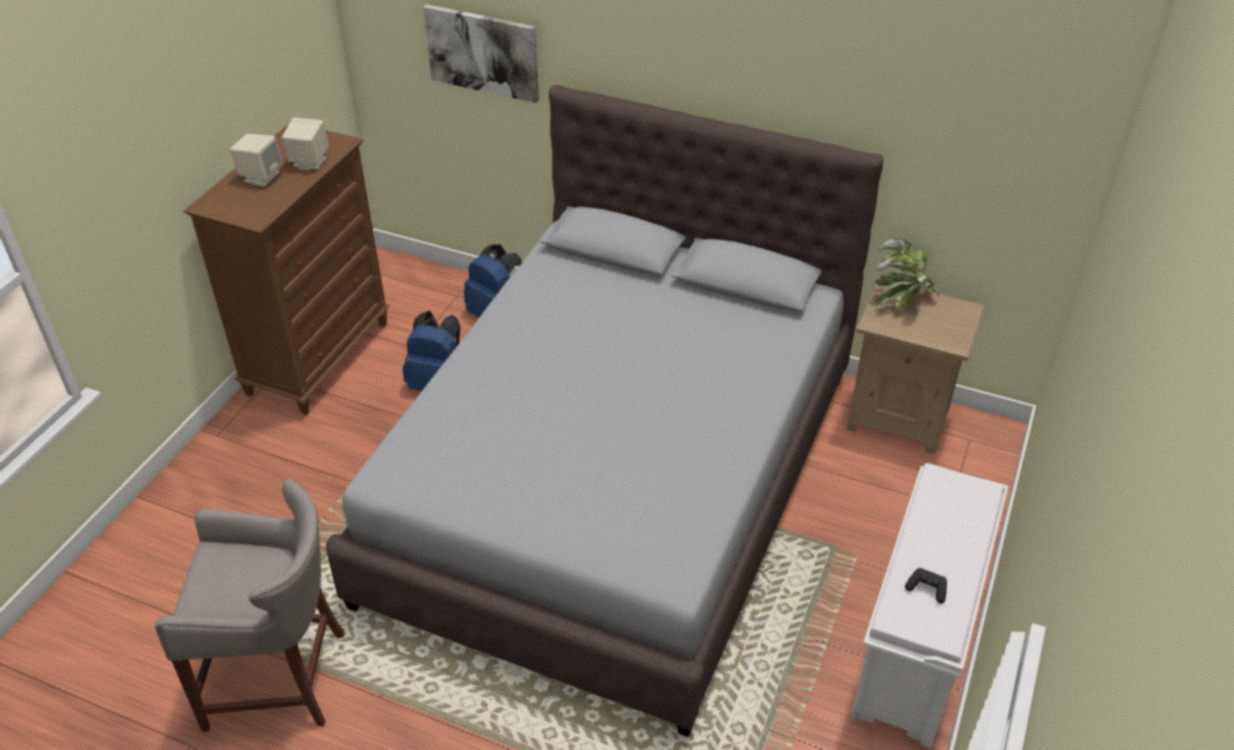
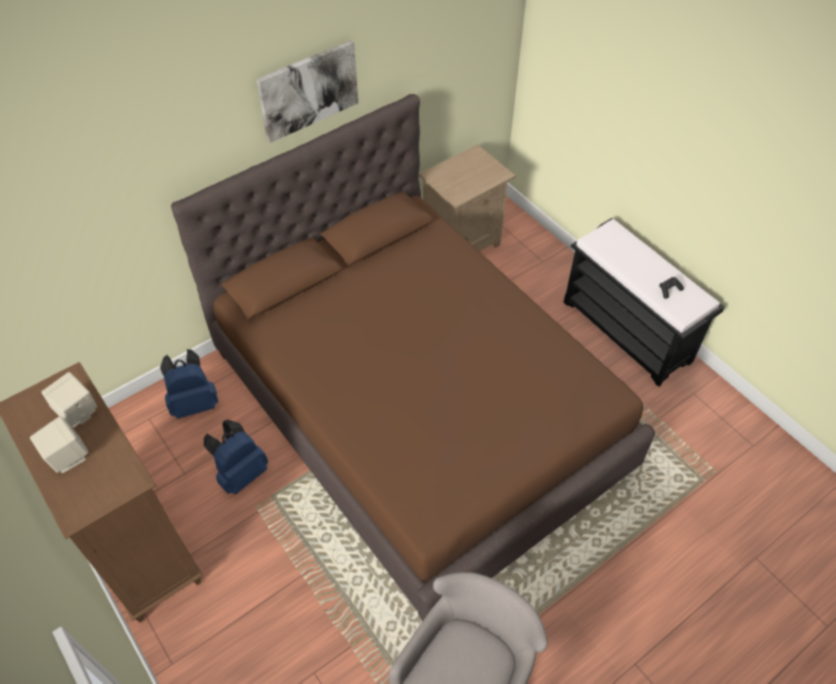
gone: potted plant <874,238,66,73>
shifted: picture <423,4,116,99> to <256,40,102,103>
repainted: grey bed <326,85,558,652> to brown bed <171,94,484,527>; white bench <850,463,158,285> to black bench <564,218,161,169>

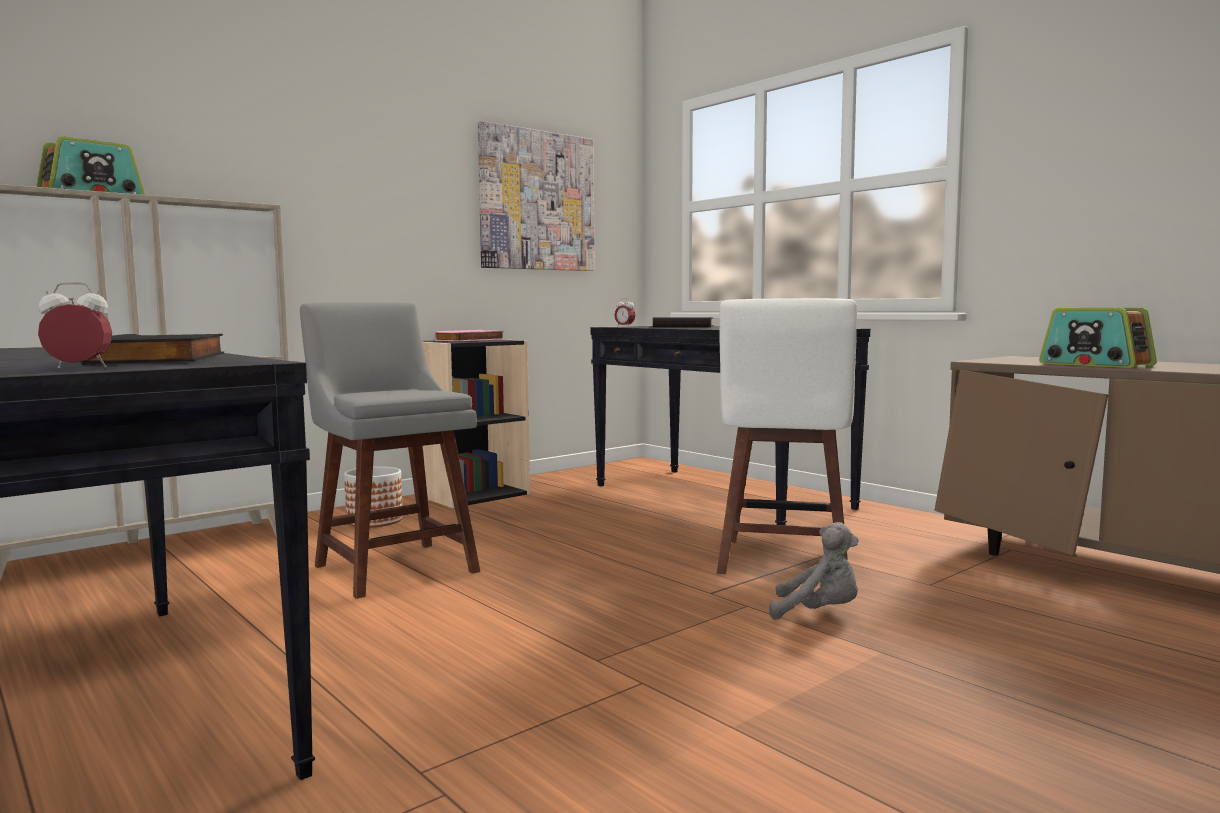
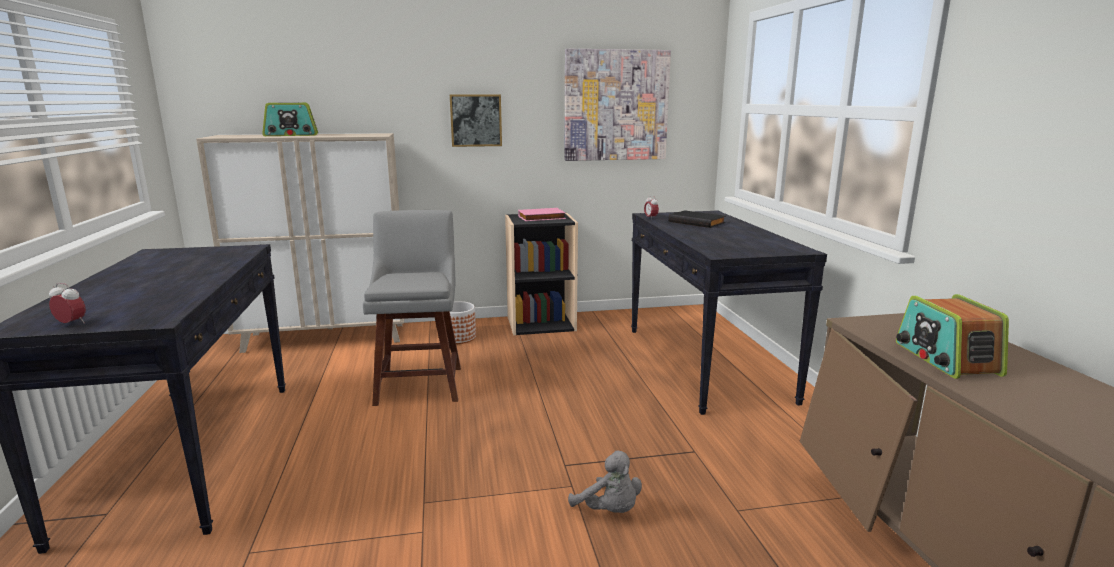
gone: white stool <717,298,140,276>; black book <81,334,143,31>
new: picture <450,94,52,53>

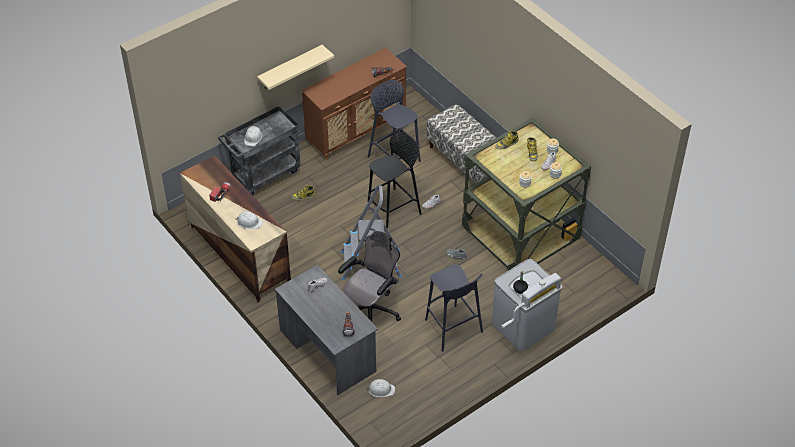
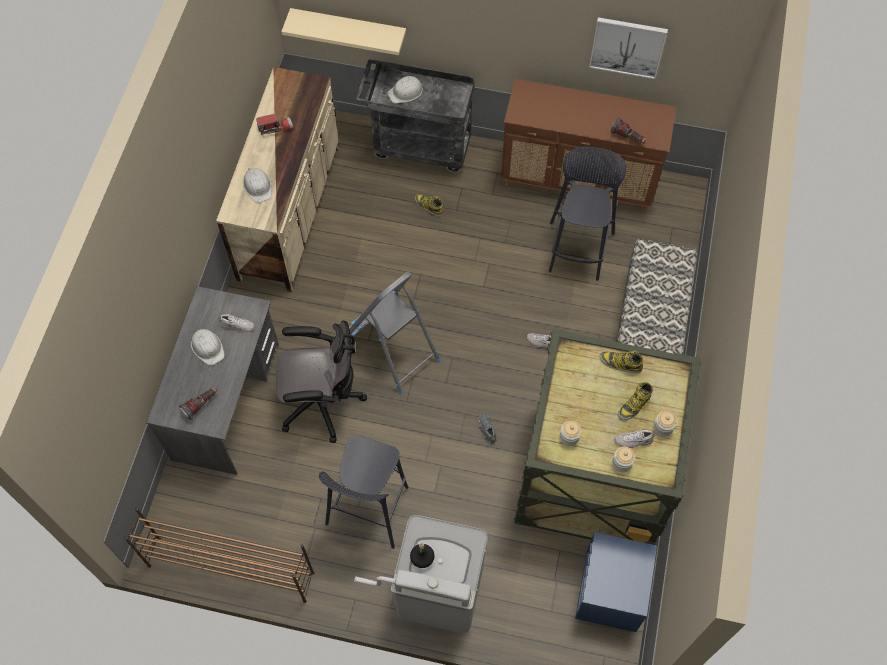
gone: black stool <367,132,55,97>
new: picture <589,17,79,62>; brown shoe rack <124,508,190,95>; blue nightstand <575,532,82,100>
shifted: beige shelf <257,45,77,45> to <281,8,125,47>; white hard hat <367,379,28,18> to <191,329,34,36>

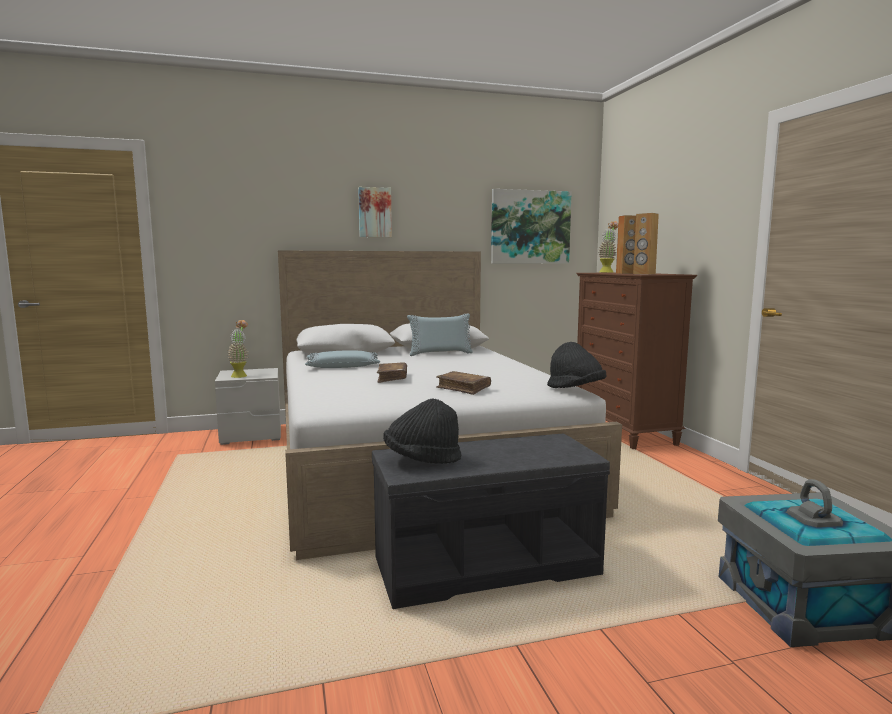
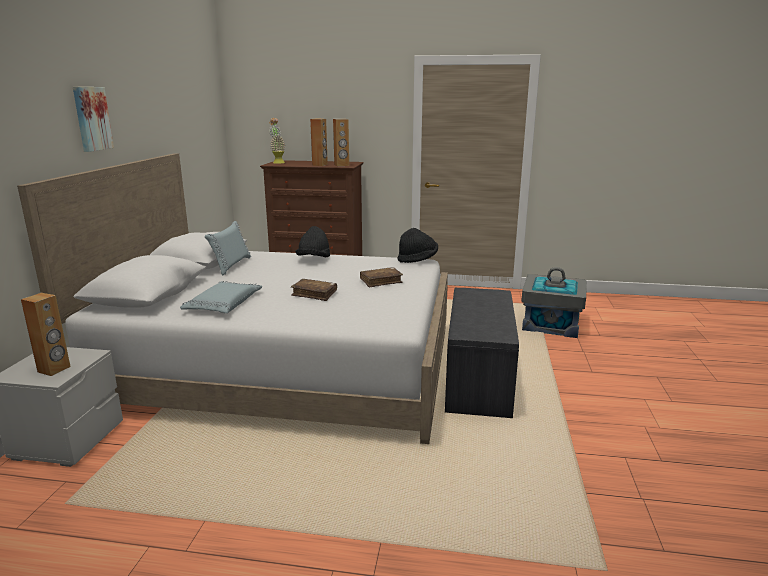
gone: picture <491,189,81,75>
shifted: black hat <383,399,78,65> to <296,226,34,31>
swapped: potted plant <228,320,21,58> to brown speaker <21,293,50,83>

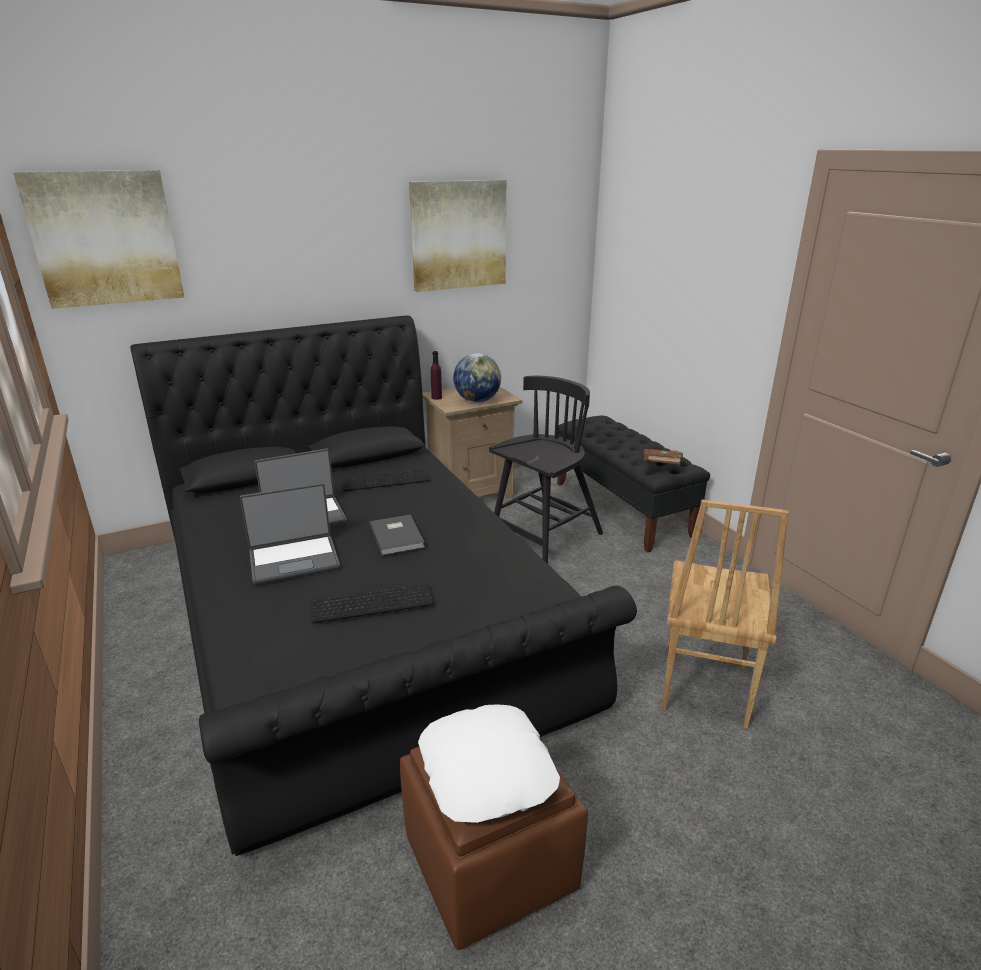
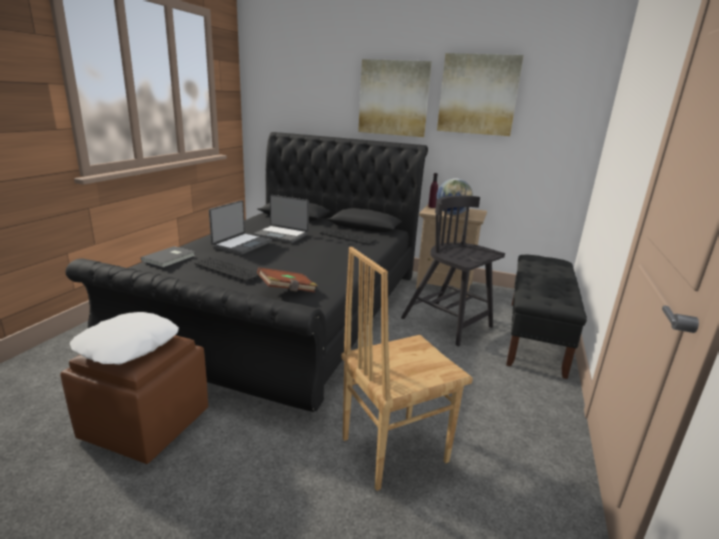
shifted: picture <13,170,172,139> to <358,59,74,78>; brown book <643,449,40,16> to <257,267,61,26>; grey book <369,515,56,40> to <141,246,54,22>
rotated: black chair <489,376,114,188> = <401,195,104,151> 135 degrees counterclockwise; laptop <240,483,100,102> = <209,200,63,55> 90 degrees counterclockwise

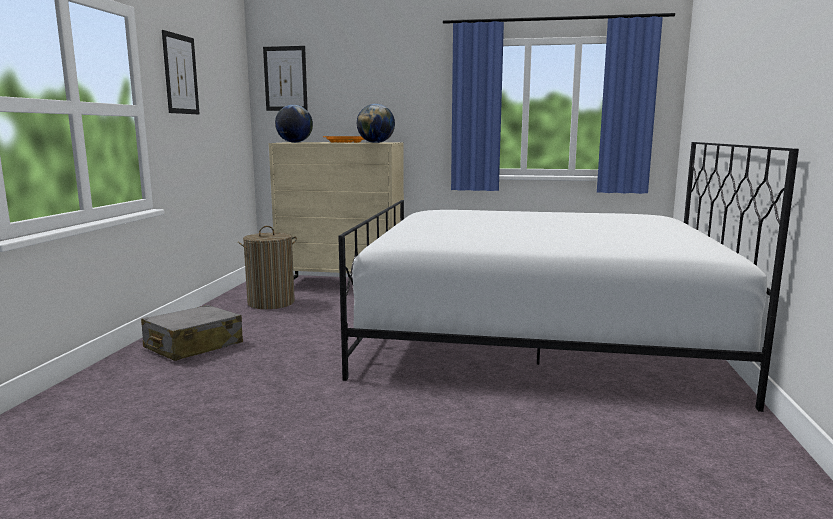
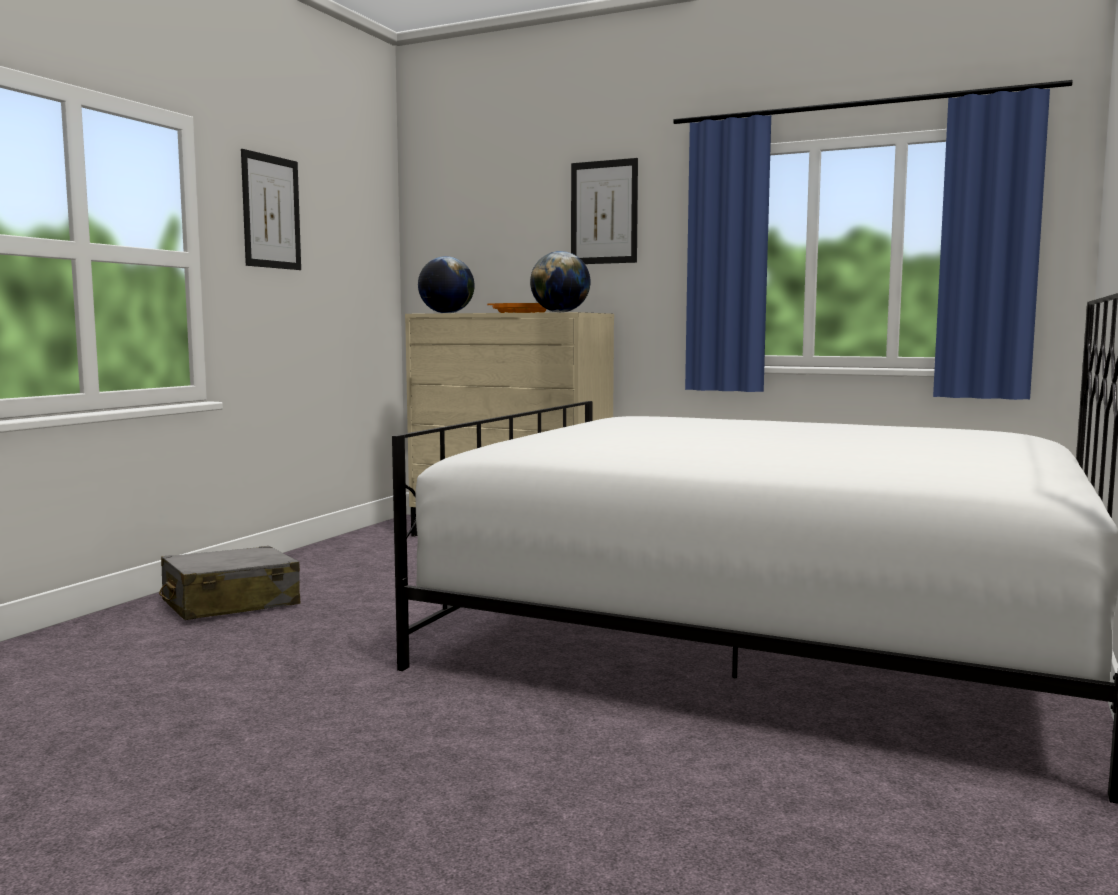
gone: laundry basket <238,226,59,83>
shifted: picture <263,46,45,65> to <571,158,67,106>

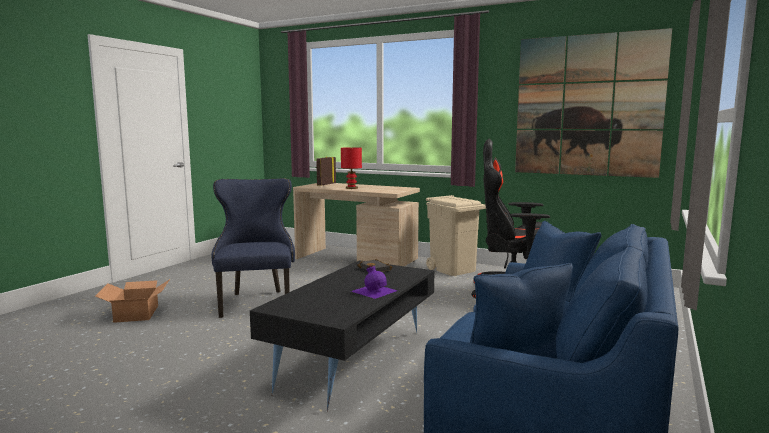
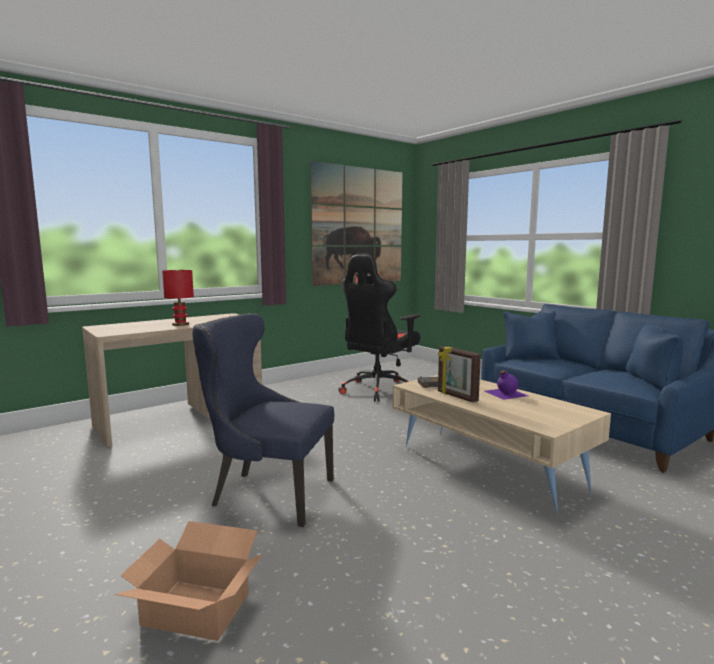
gone: beige trash can <426,195,60,81>
shifted: picture frame <316,157,20,29> to <438,346,43,56>
repainted: black coffee table <250,260,184,152> to beige coffee table <393,375,218,141>

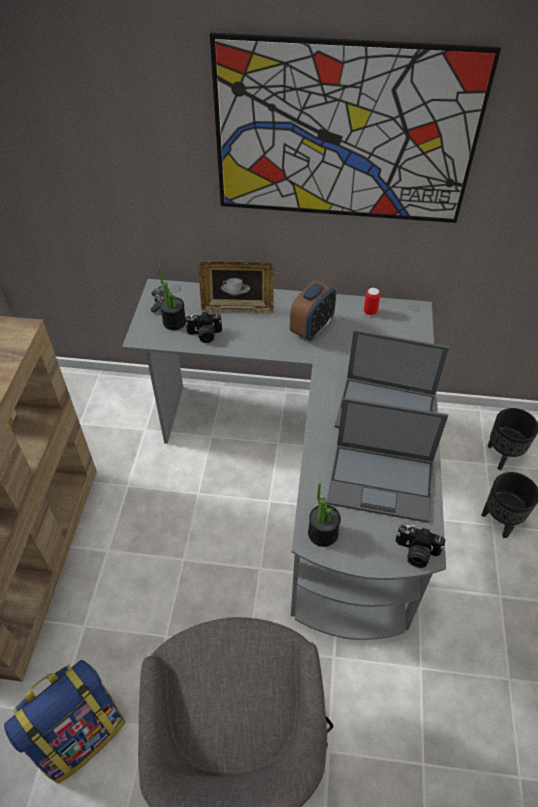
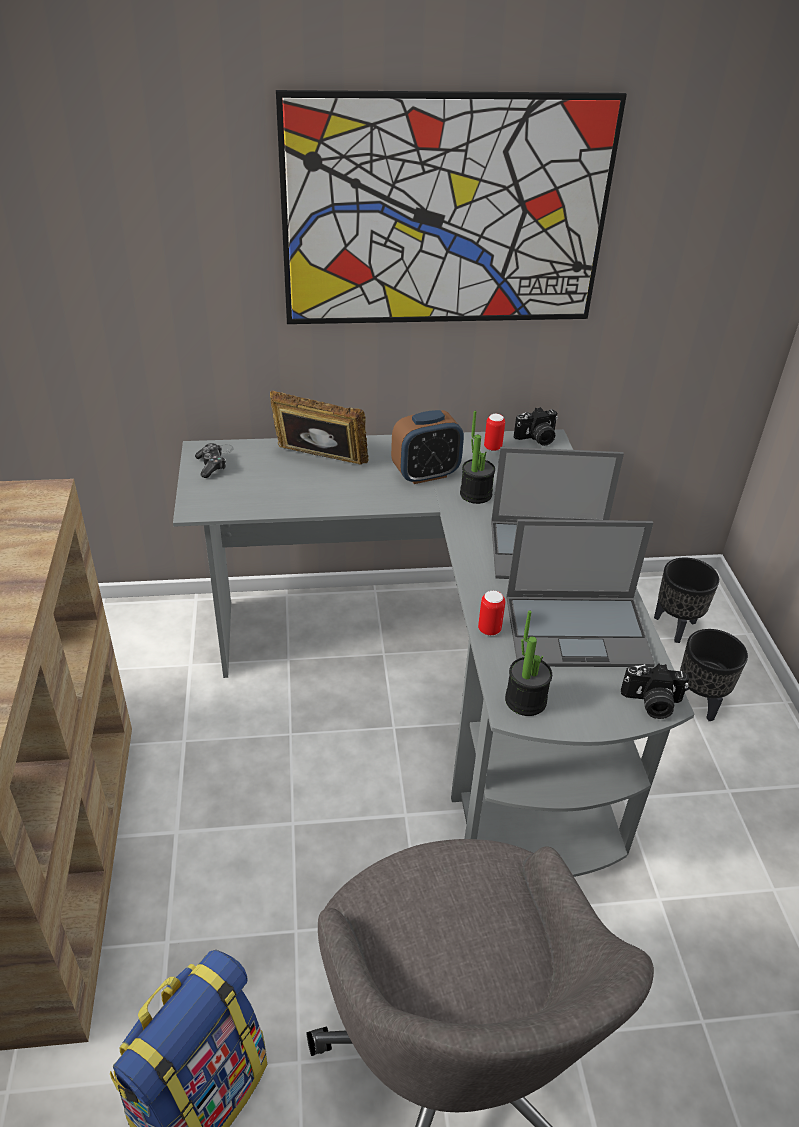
new: can <478,590,27,46>
shifted: potted plant <158,266,28,64> to <460,411,35,93>; photo camera <185,311,37,32> to <514,407,44,39>
rotated: picture frame <198,262,76,52> = <270,390,98,75> 150 degrees counterclockwise; alarm clock <290,281,46,60> = <391,410,73,74> 45 degrees clockwise

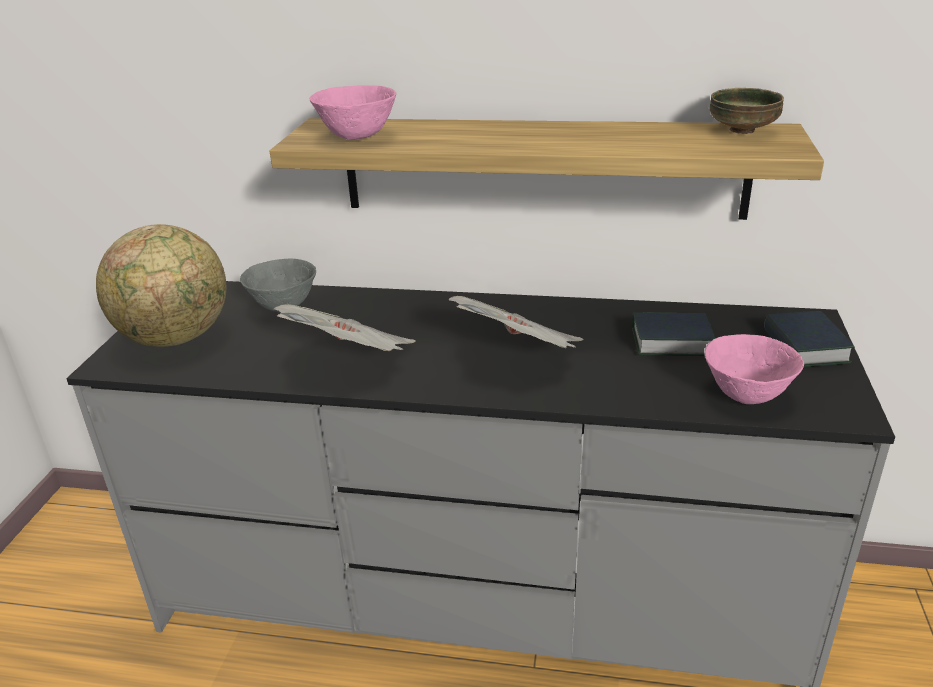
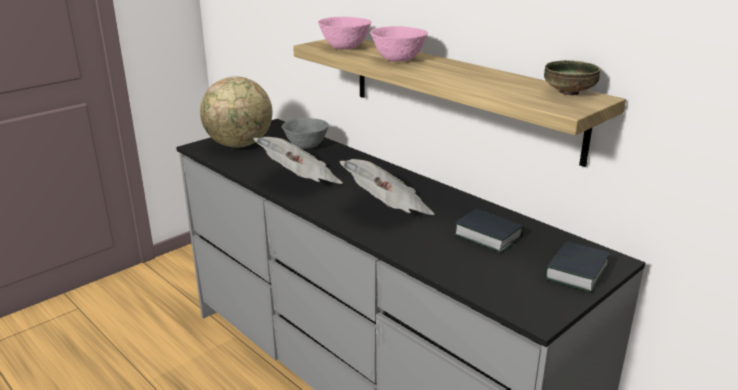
shifted: pink bowl <705,334,99,70> to <370,26,58,36>

